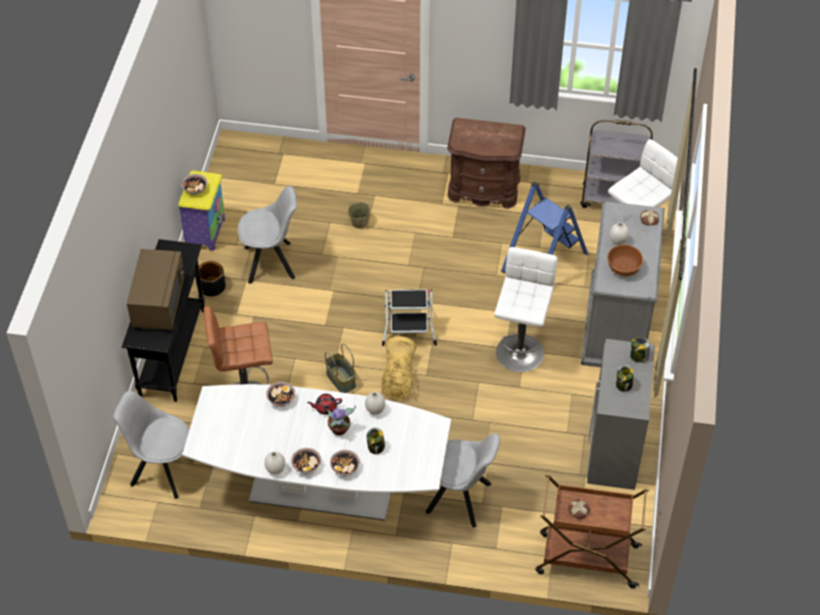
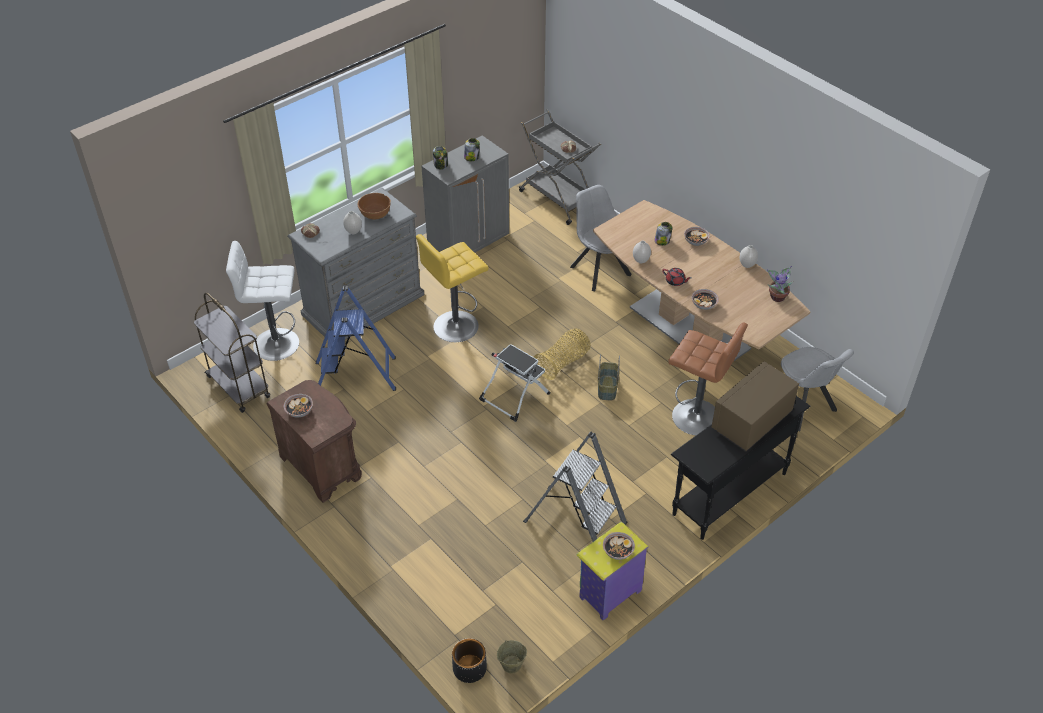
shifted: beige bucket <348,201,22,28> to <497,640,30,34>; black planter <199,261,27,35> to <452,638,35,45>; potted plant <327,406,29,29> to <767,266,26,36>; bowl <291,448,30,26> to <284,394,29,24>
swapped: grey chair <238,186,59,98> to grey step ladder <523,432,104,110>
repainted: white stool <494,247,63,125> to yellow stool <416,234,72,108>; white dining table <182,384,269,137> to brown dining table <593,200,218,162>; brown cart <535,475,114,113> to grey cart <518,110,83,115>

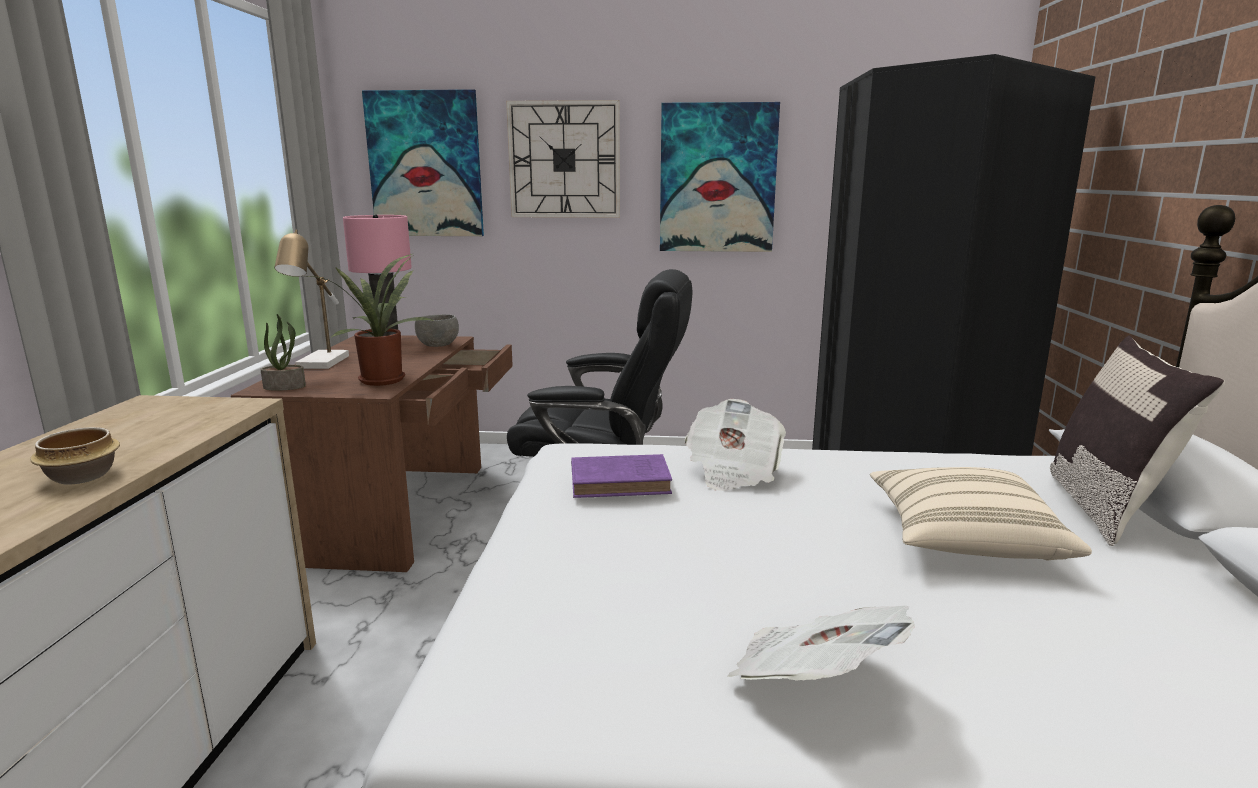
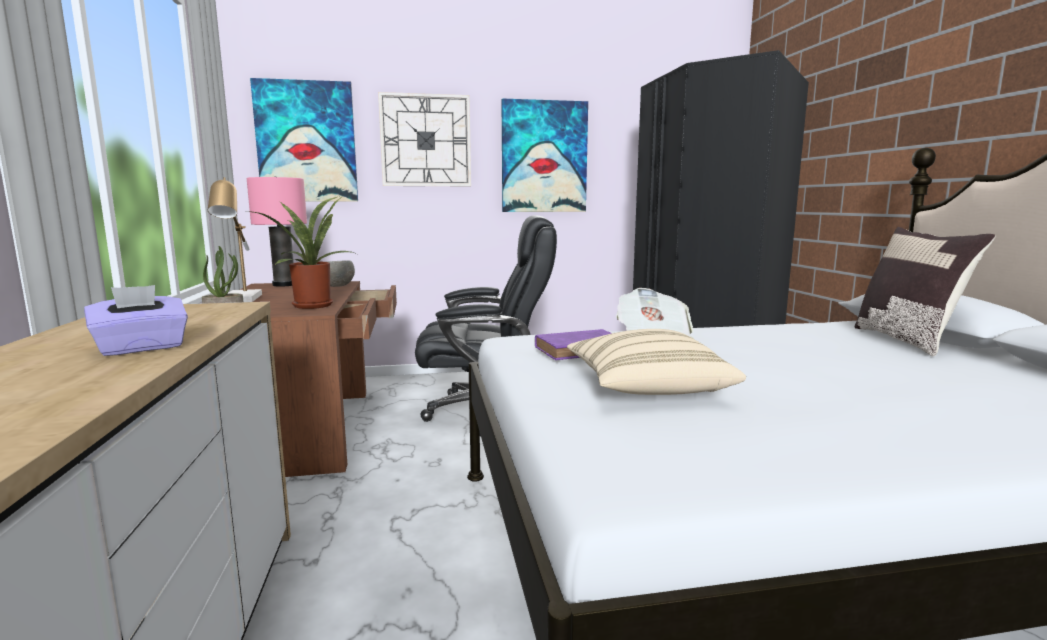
gone: newspaper <728,605,187,76>
shifted: beige pillow <870,467,222,94> to <567,329,179,66>
swapped: bowl <30,427,90,57> to purple tissue box <84,285,104,71>

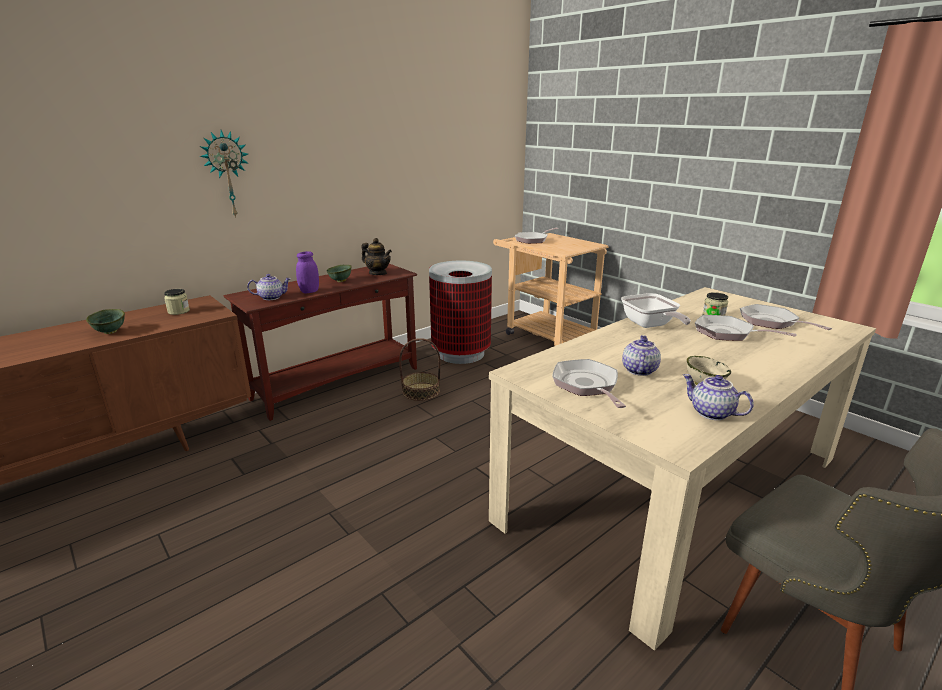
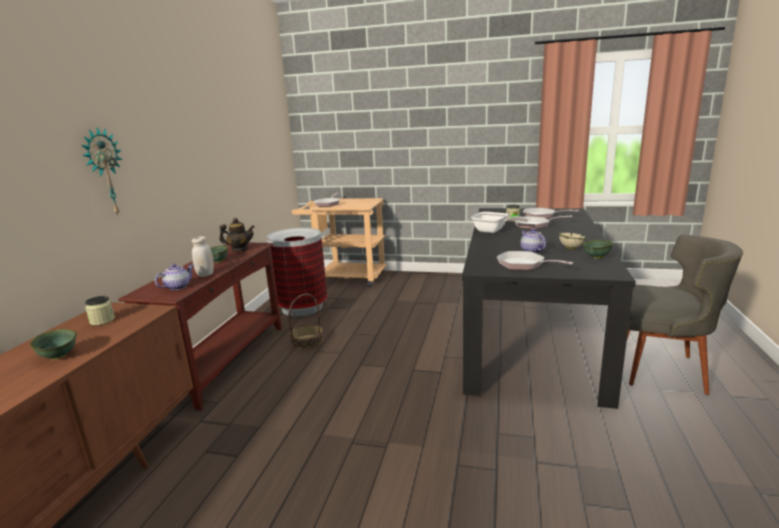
swapped: teapot <683,374,71,46> to green bowl <583,240,30,19>
repainted: purple jar <296,251,23,42> to white jar <192,236,22,41>; beige dining table <489,287,387,364> to black dining table <462,208,174,201>

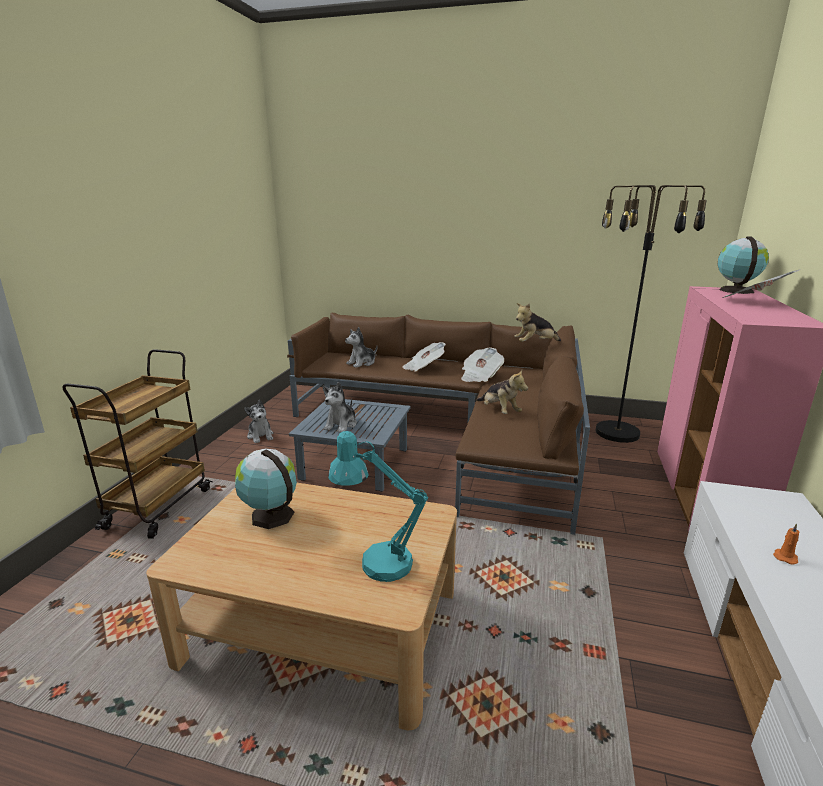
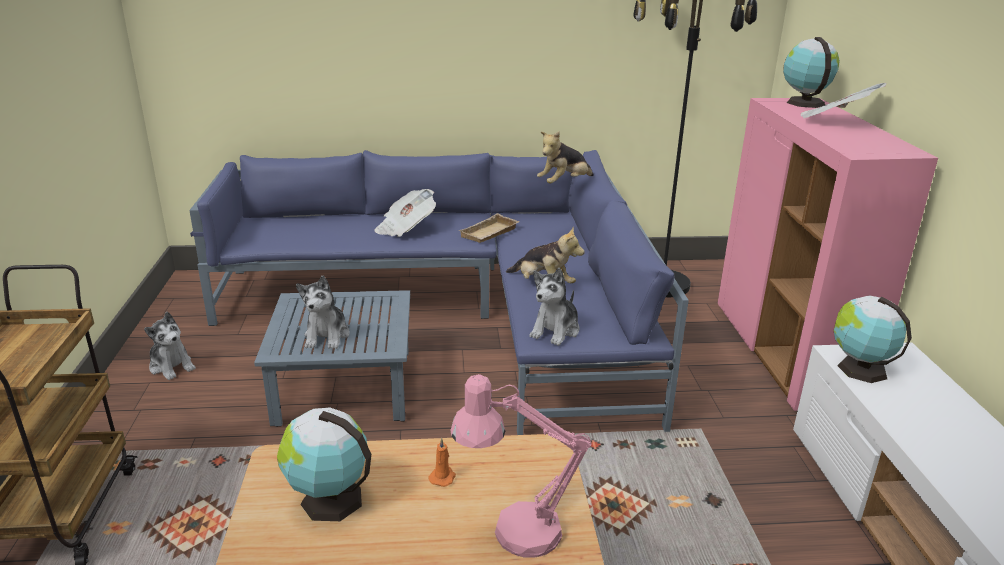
new: globe <834,295,78,88>
shifted: plush toy <345,327,33,41> to <529,268,50,78>; orange candle <773,523,26,42> to <428,438,28,49>
swapped: newspaper <461,347,43,35> to beige tray <458,213,62,30>
repainted: brown sofa <287,313,303,222> to blue sofa <189,150,500,285>; turquoise table lamp <328,431,100,151> to pink table lamp <451,374,140,183>

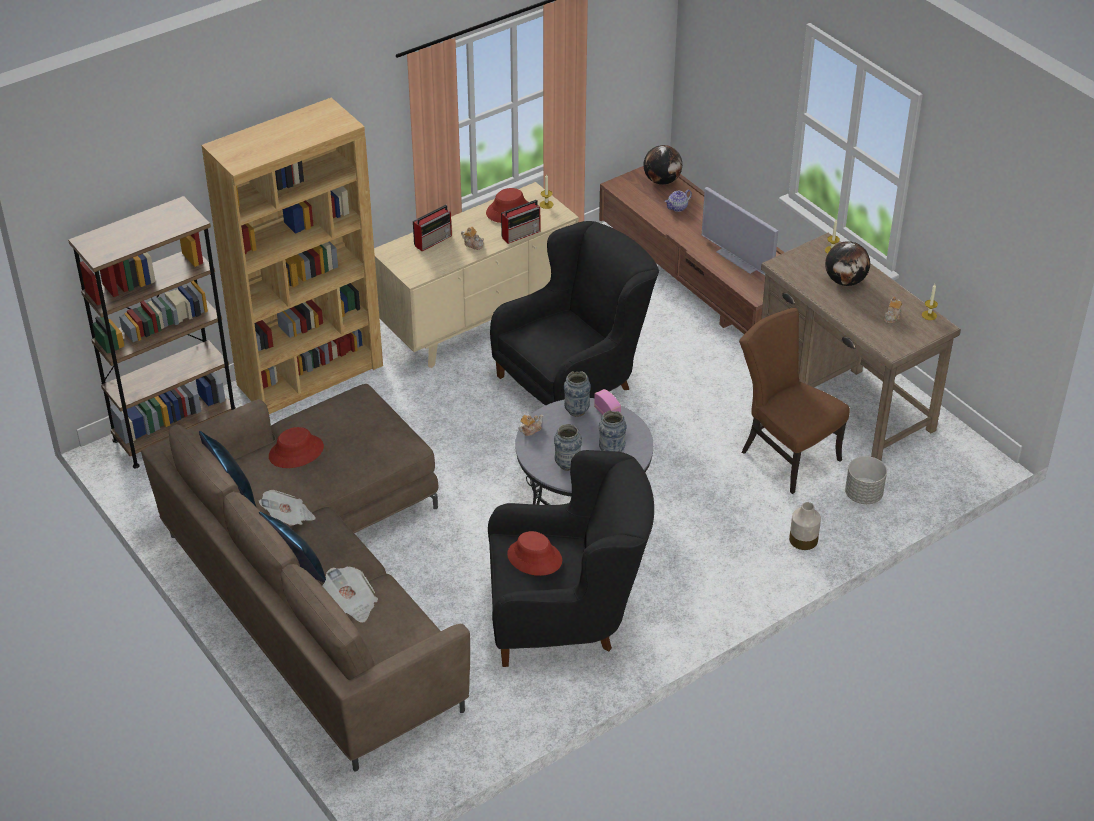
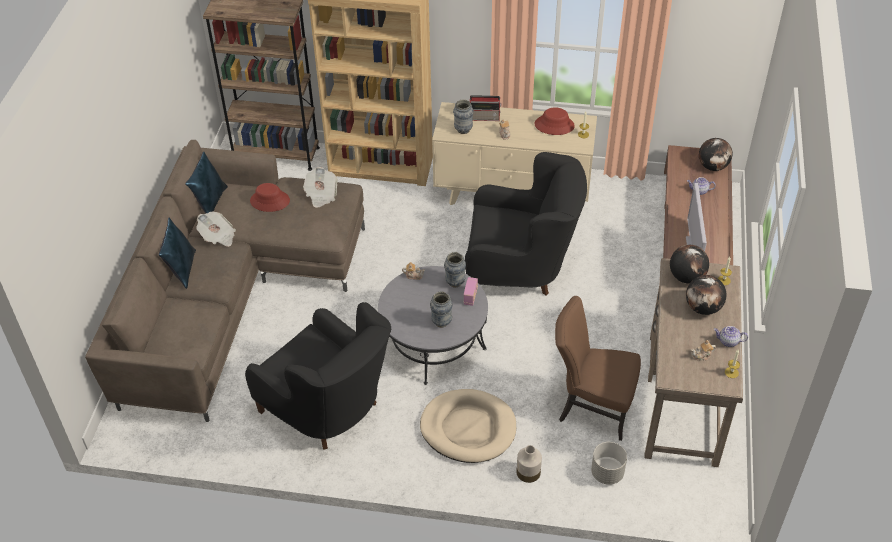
gone: radio <501,200,39,44>; red hat <507,531,55,45>
new: globe <670,245,39,39>; teapot <714,326,34,21>; beige dog bed <420,389,96,74>
shifted: vase <554,424,28,47> to <453,99,21,35>; newspaper <323,567,55,56> to <303,167,35,41>
rotated: brown chair <739,308,111,186> = <555,296,86,145> 75 degrees counterclockwise

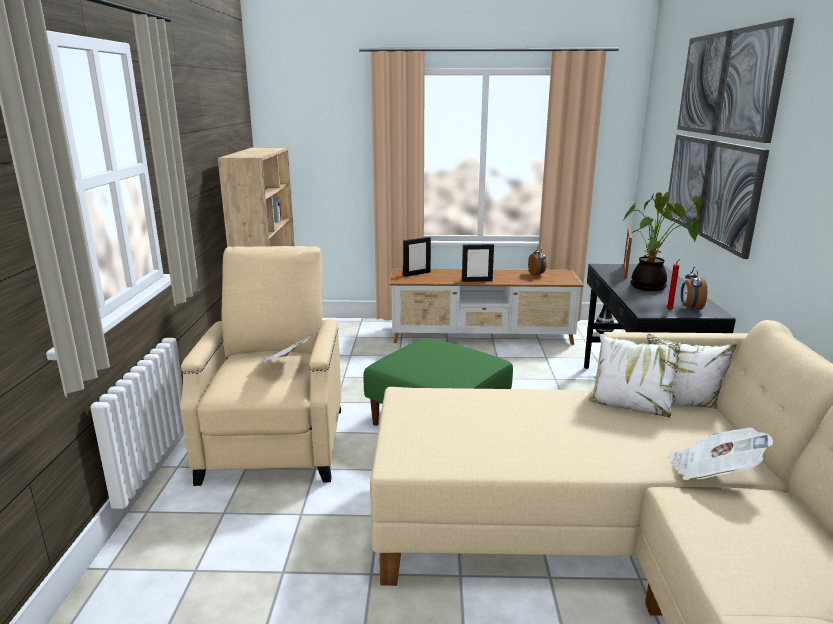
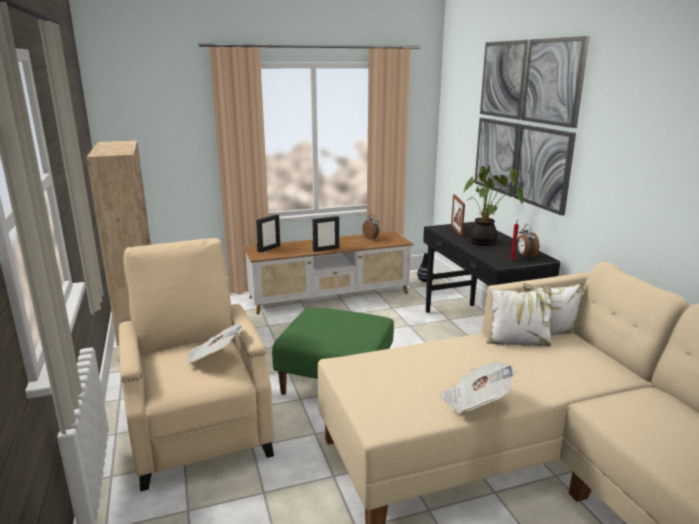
shifted: newspaper <668,428,106,52> to <440,361,77,53>

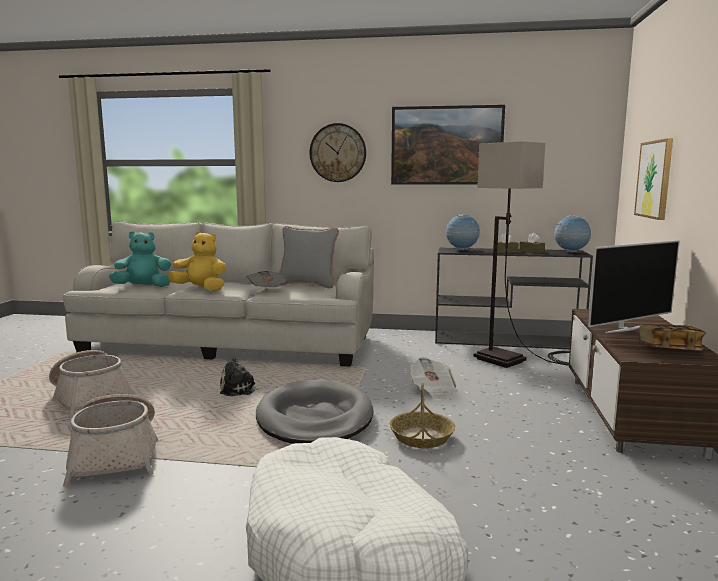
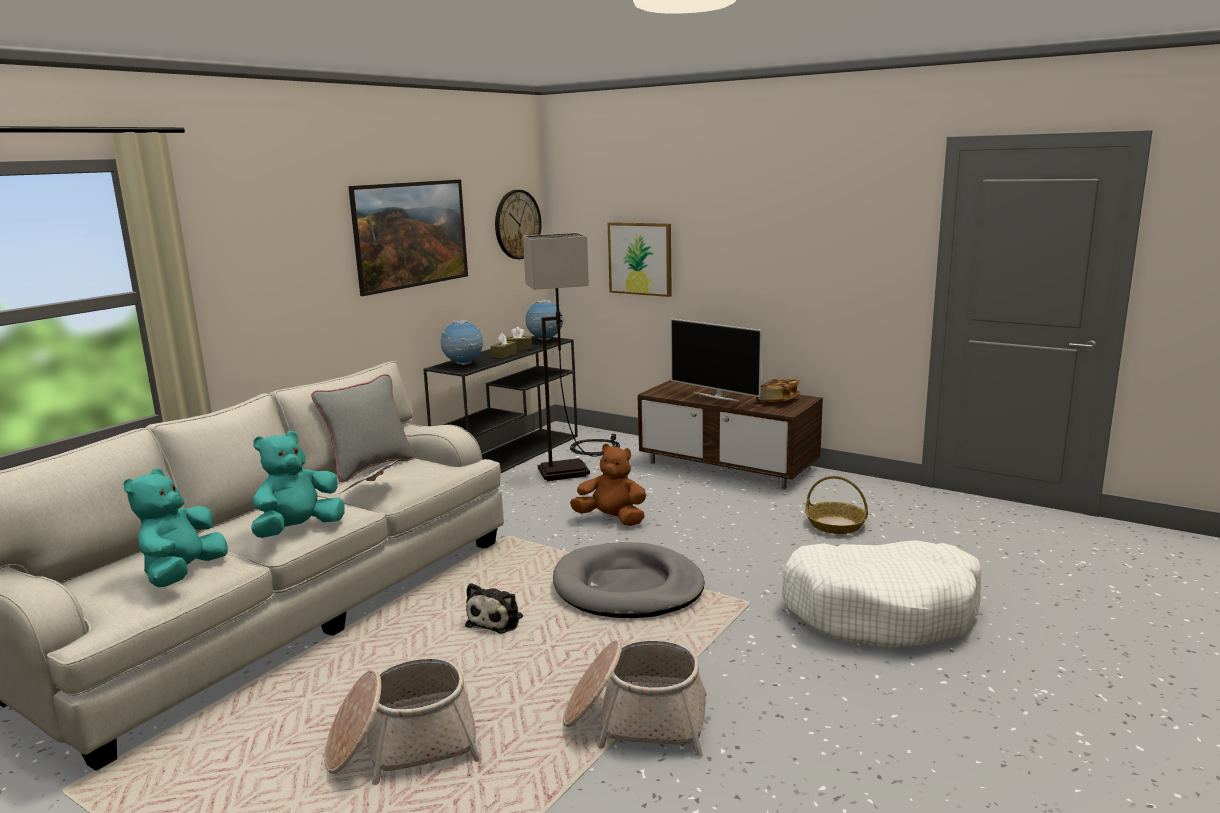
shifted: wall clock <309,123,57,59> to <495,190,47,69>; basket <390,383,65,65> to <805,476,63,58>
swapped: newspaper <410,357,48,44> to brown plush toy <570,444,76,82>
repainted: yellow plush toy <168,231,58,60> to turquoise plush toy <251,431,94,107>
rotated: television <588,240,92,93> = <671,318,91,83> 135 degrees clockwise

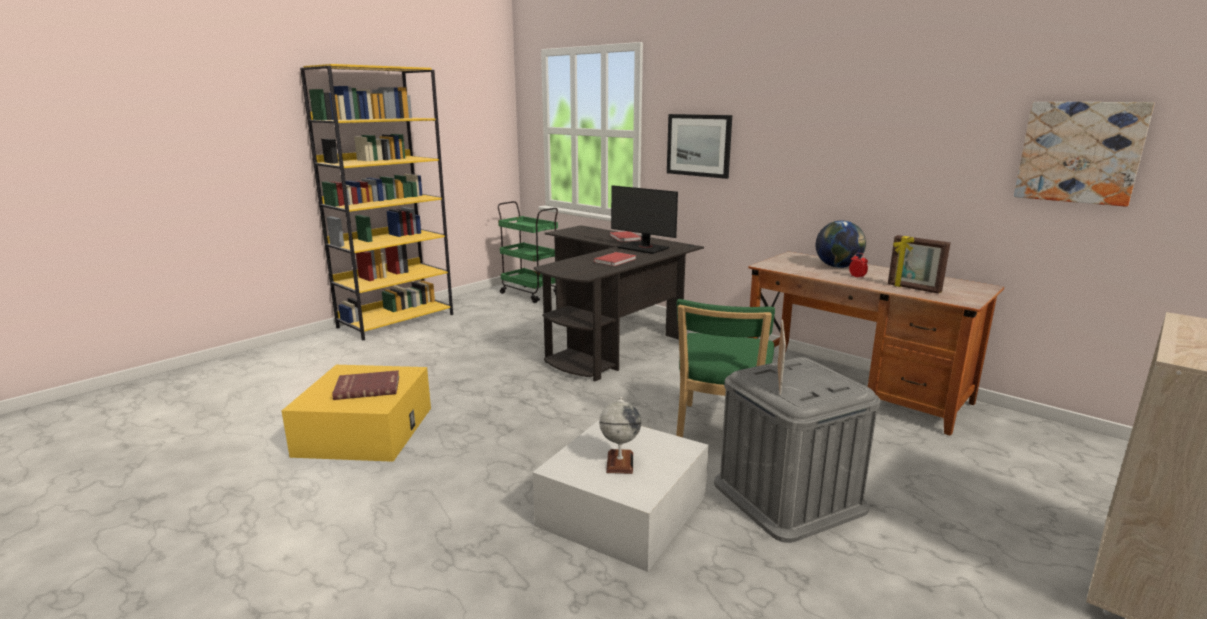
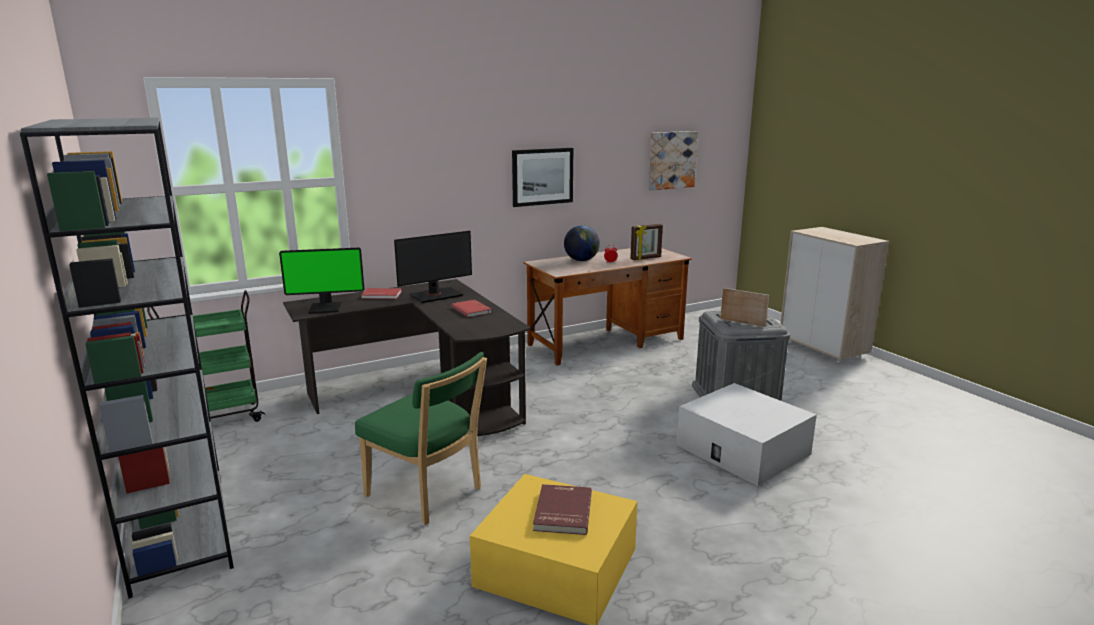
gone: globe <599,397,42,77>
new: monitor <279,248,86,66>
shifted: picture <667,114,65,65> to <512,148,61,59>; green chair <676,299,99,138> to <355,352,132,173>
repainted: yellow bookcase <300,64,153,277> to grey bookcase <20,118,214,480>

